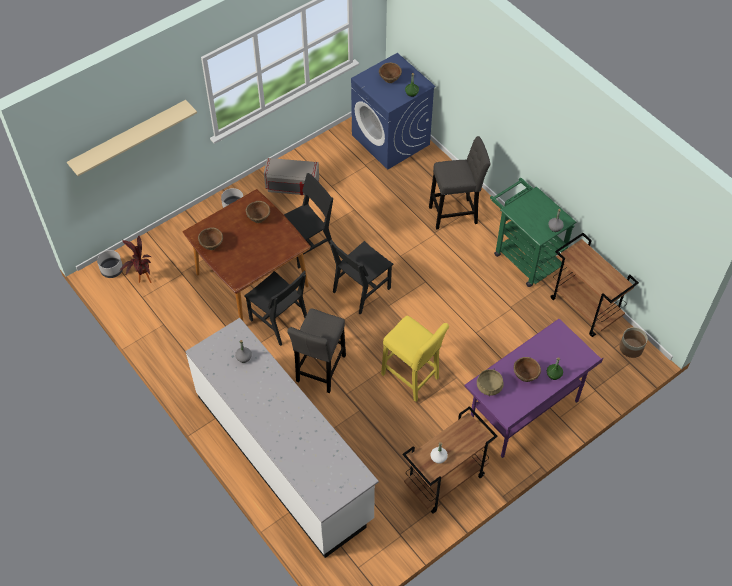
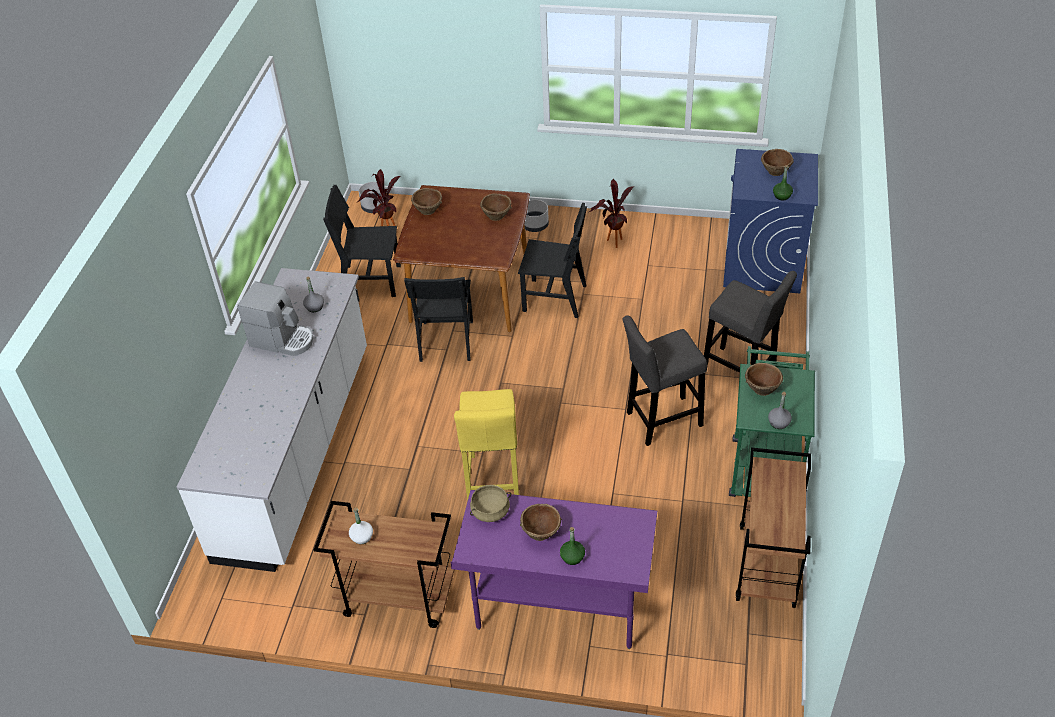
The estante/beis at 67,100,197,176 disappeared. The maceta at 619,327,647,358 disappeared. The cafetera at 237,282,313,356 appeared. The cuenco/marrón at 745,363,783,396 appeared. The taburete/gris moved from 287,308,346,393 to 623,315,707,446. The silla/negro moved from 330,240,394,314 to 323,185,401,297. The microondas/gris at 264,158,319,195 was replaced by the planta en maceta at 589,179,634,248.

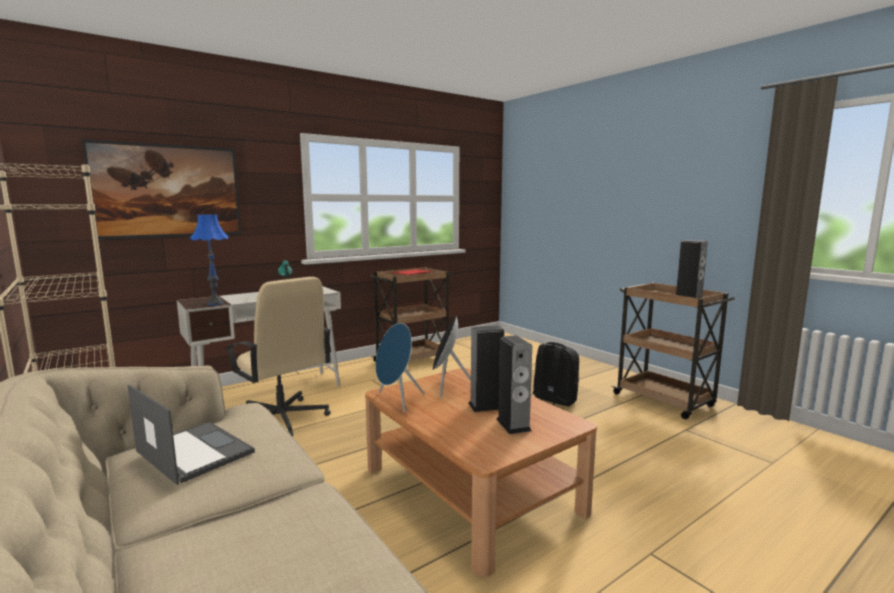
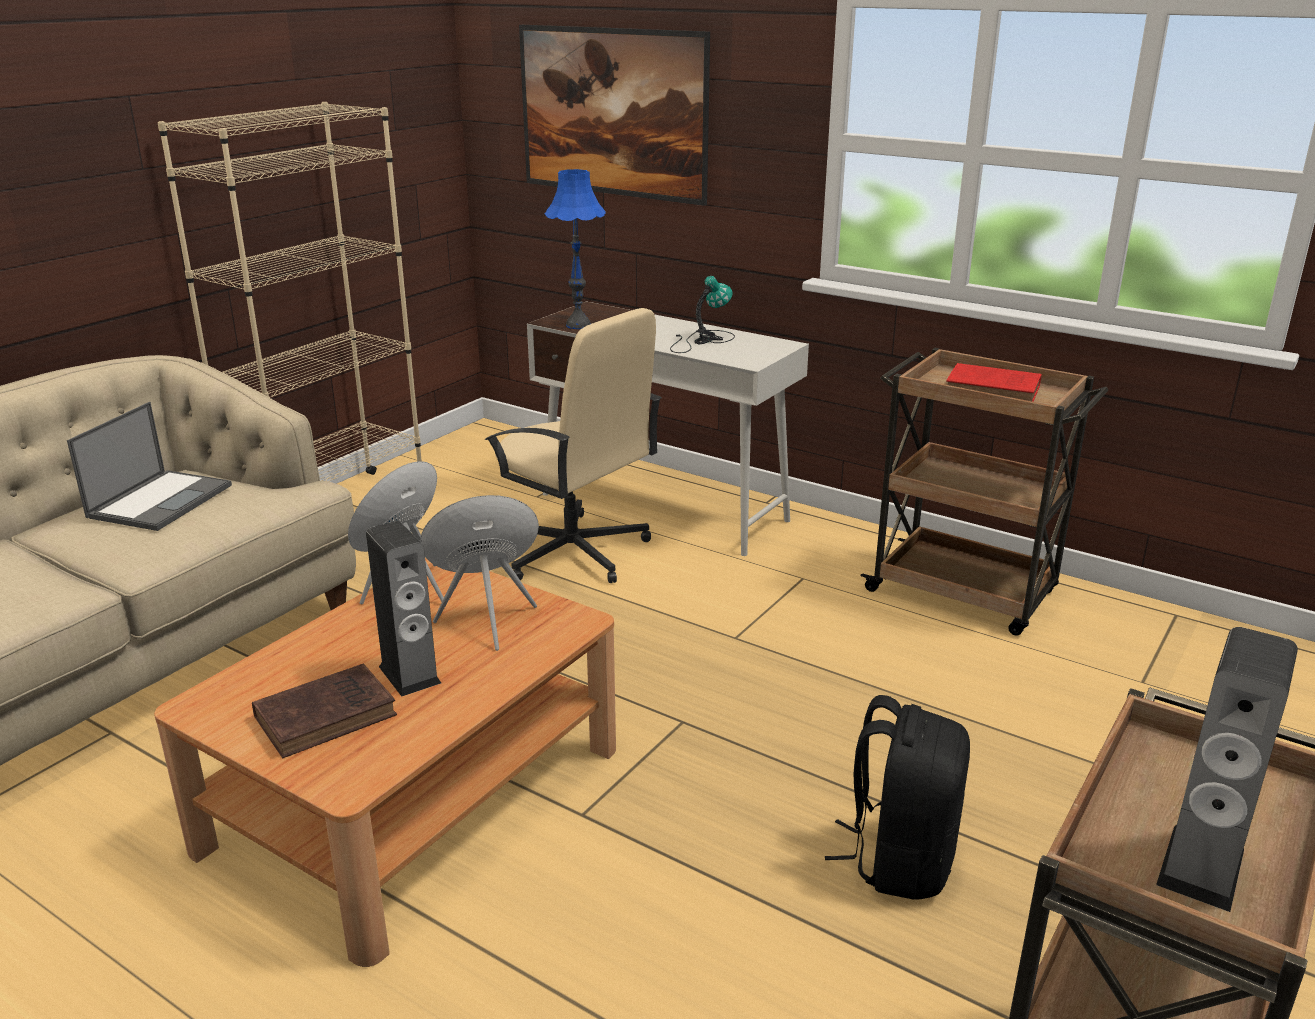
The altavoz at 496,335,532,434 was replaced by the libro/marrón at 252,663,397,758. The silla de oficina/beis at 225,277,331,436 turned 75 degrees counterclockwise.

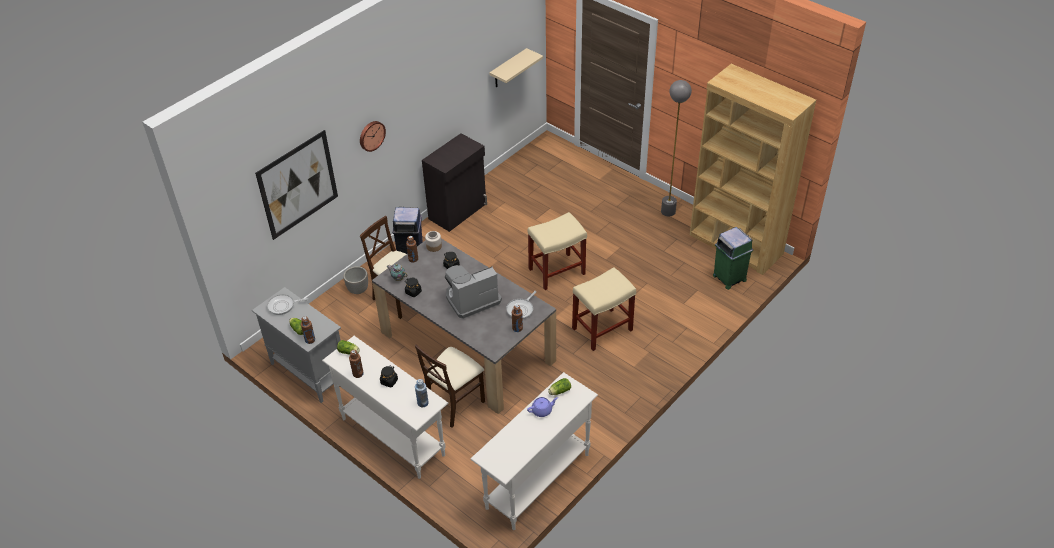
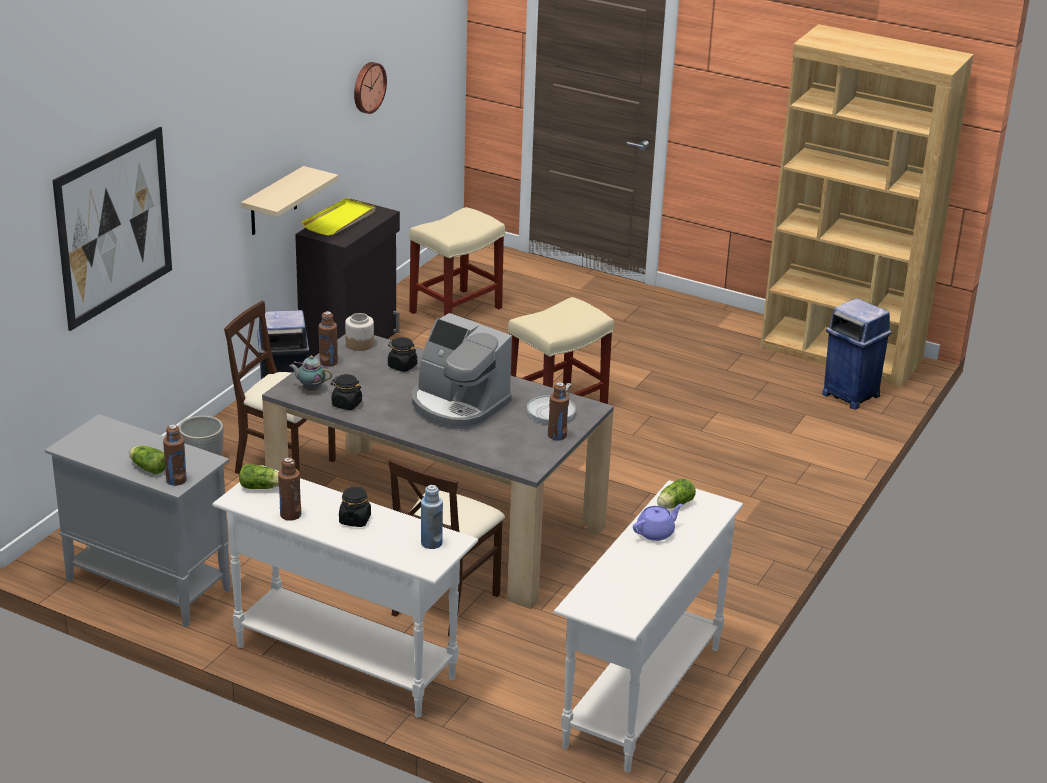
The sartén at 267,294,308,315 disappeared. The lámpara de pie/gris at 661,80,692,216 disappeared. The bandeja/amarillo at 301,198,376,236 appeared. The reloj de pared moved from 360,121,386,152 to 354,62,387,114. The estante/beis moved from 489,48,543,87 to 241,166,338,235. The taburete/beis moved from 572,267,636,351 to 409,207,505,316. The papelera/verde at 713,227,753,290 became the papelera/azul at 822,298,892,410. The cafetera at 445,265,502,319 turned 105 degrees counterclockwise.

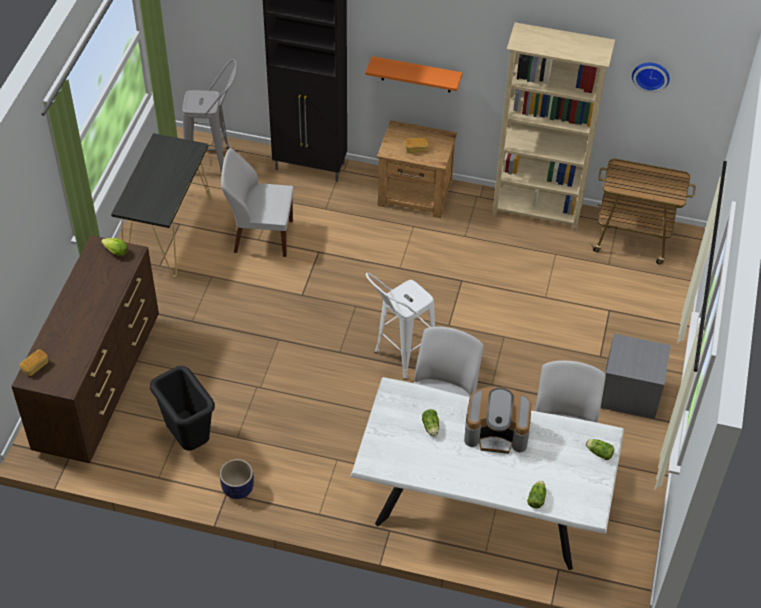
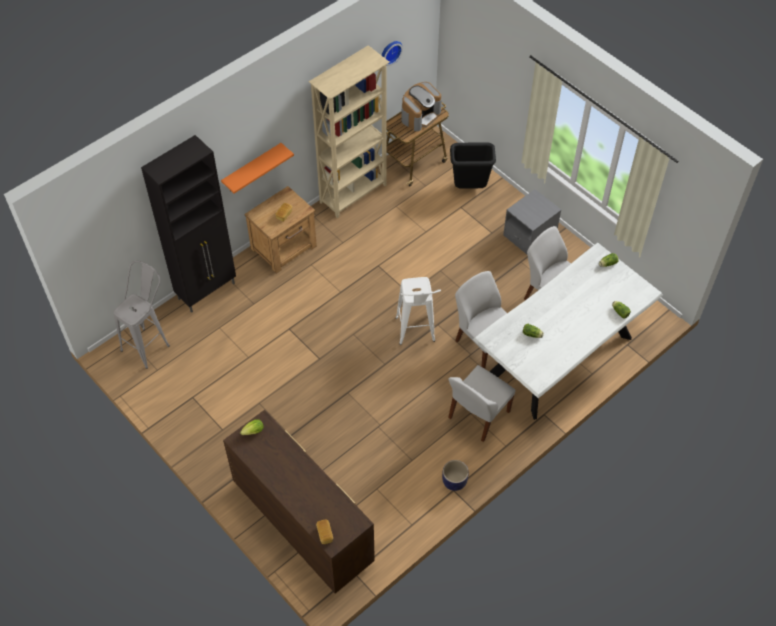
The mesa consola/negro at 111,133,212,277 disappeared. The papelera/negro moved from 150,366,215,451 to 450,142,496,189. The silla/blanco moved from 221,148,293,257 to 448,365,515,442. The cafetera moved from 464,387,532,454 to 401,82,442,131.

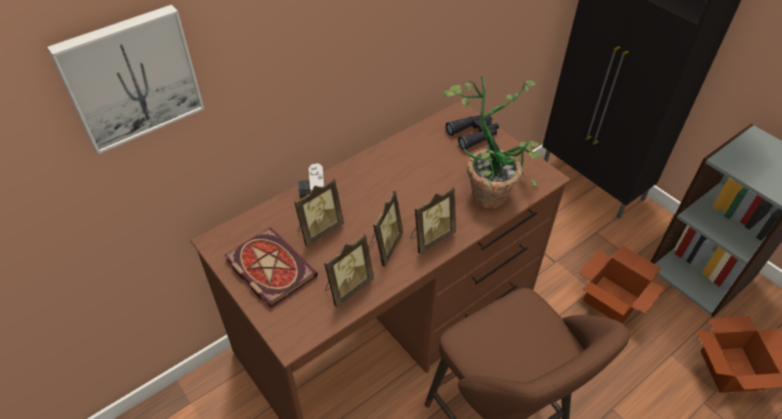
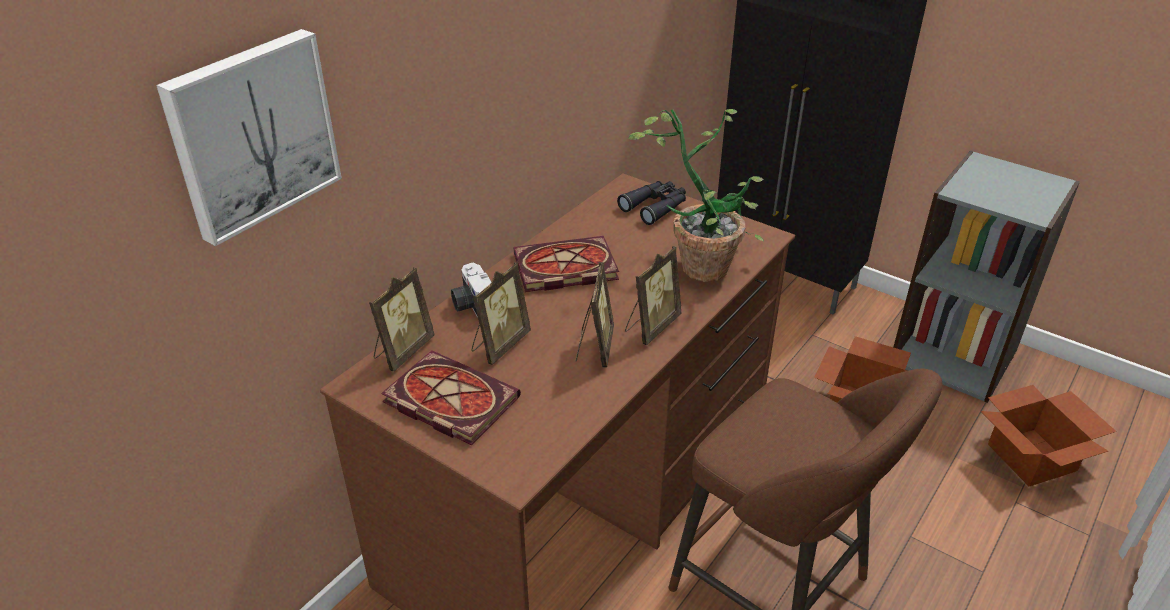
The libro at 514,236,619,292 appeared. The portarretratos moved from 324,234,374,307 to 369,268,434,372.

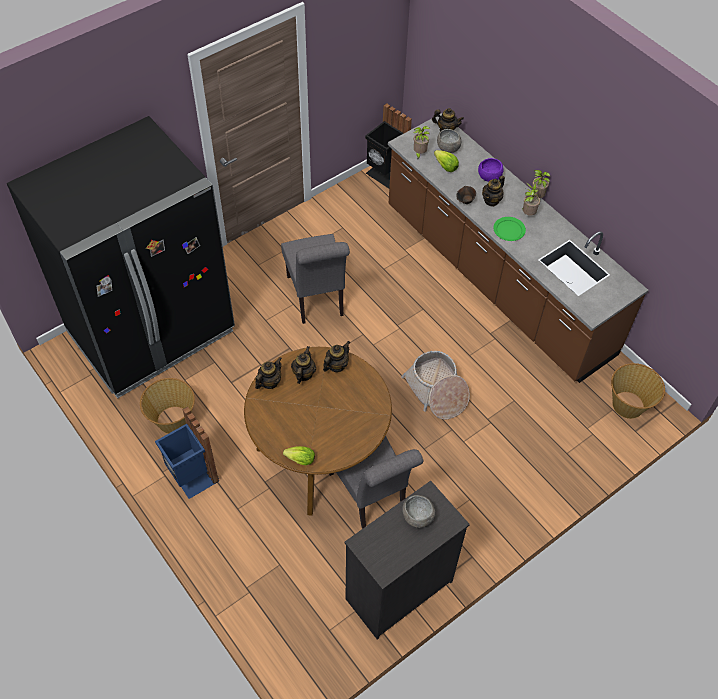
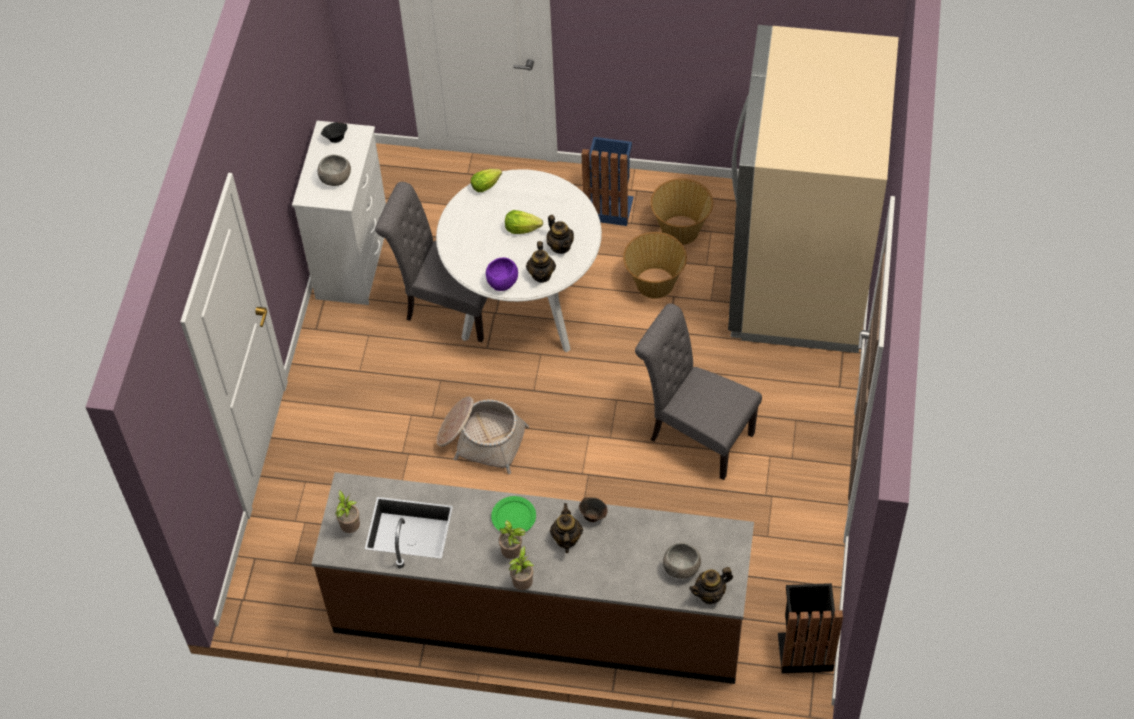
The tetera at 255,357,282,389 disappeared. The cuenco/negro at 321,122,347,143 appeared. The planta en maceta moved from 413,126,430,160 to 335,490,360,533. The lechuga moved from 434,150,459,172 to 505,210,543,234. The cuenco/morado moved from 478,158,504,182 to 486,258,518,291. The cesta moved from 611,363,665,419 to 623,232,687,299. The nevera/negro at 7,116,235,399 became the nevera/beis at 728,25,899,353. The mesa de comedor/marrón at 244,347,392,516 became the mesa de comedor/blanco at 436,169,602,352. The cómoda/negro at 344,481,470,640 became the cómoda/blanco at 292,121,386,305.

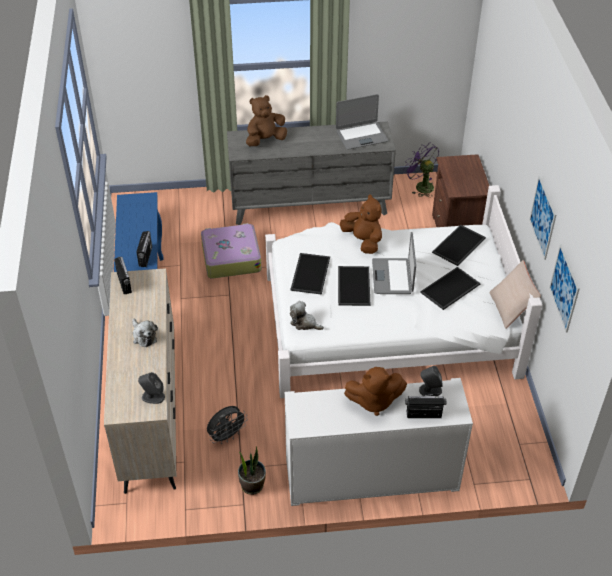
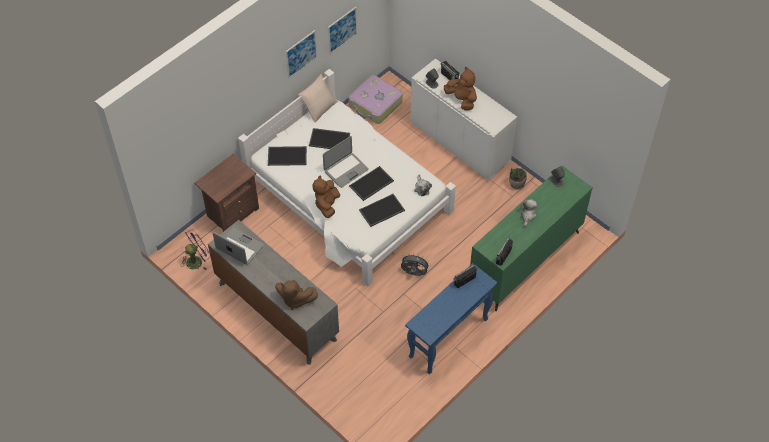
The maleta moved from 201,223,262,278 to 349,75,403,124. The ventilador/gris moved from 207,406,248,443 to 401,253,431,276. The cómoda/beis at 104,268,176,494 became the cómoda/verde at 470,166,593,311. The ventilador/morado at 403,143,439,197 turned 135 degrees counterclockwise.

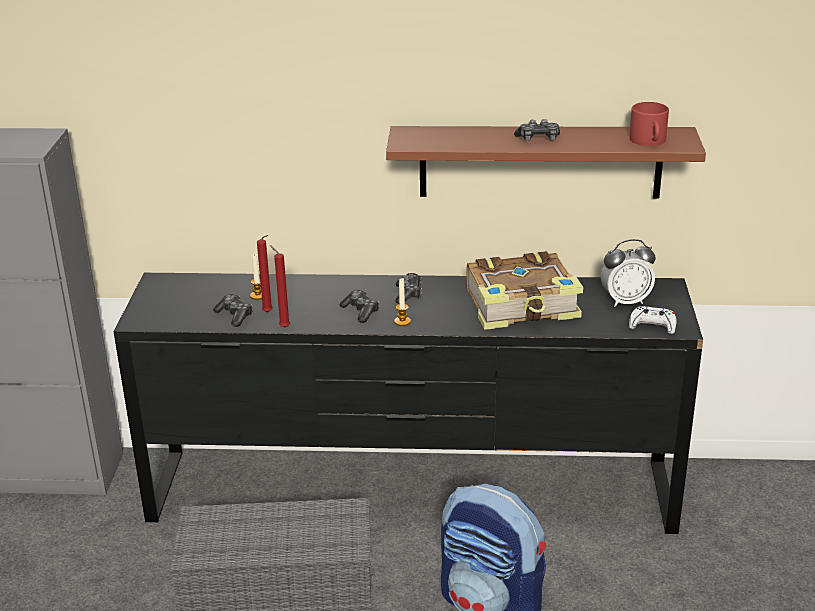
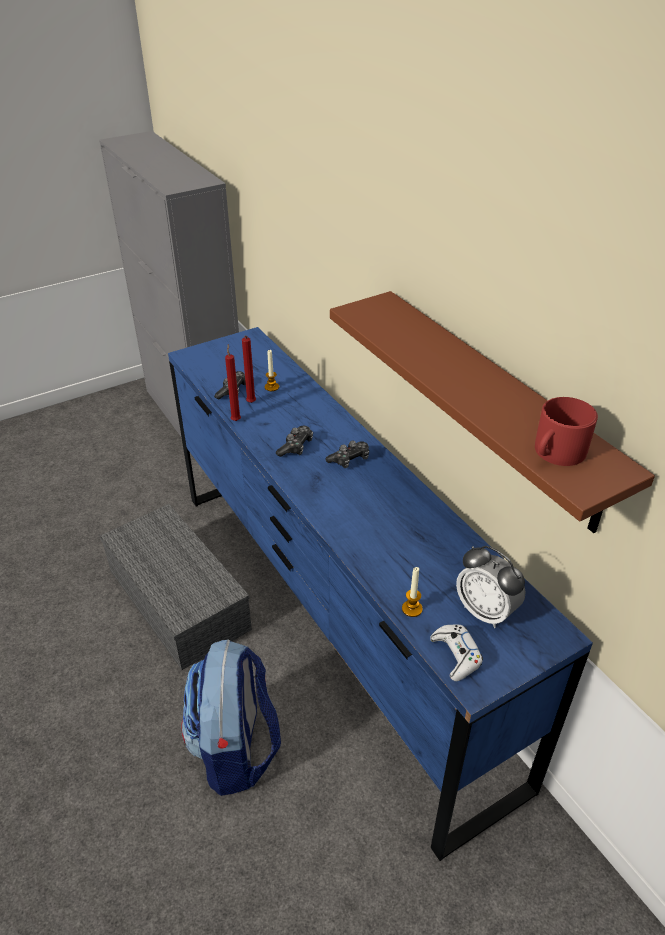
The libro at 466,251,583,330 disappeared. The mando de consola at 514,119,560,141 disappeared. The vela moved from 394,278,411,326 to 402,567,423,617. The cómoda/negro at 113,273,703,534 became the cómoda/azul at 168,327,593,861.

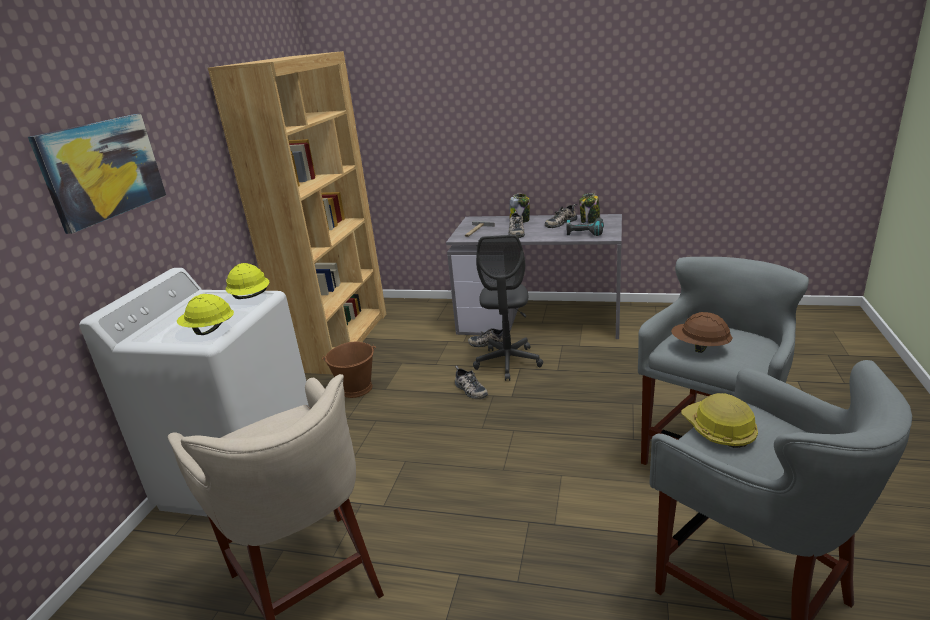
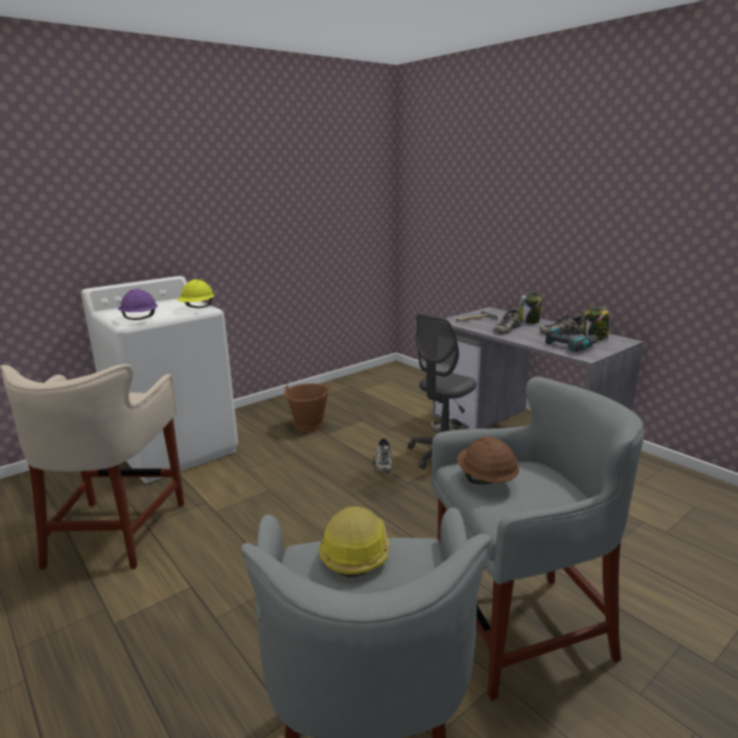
The cuadro at 28,114,166,234 disappeared. The estantería/marrón at 208,51,386,375 disappeared. The casco/amarillo at 177,294,234,335 became the casco/morado at 118,289,158,320.

